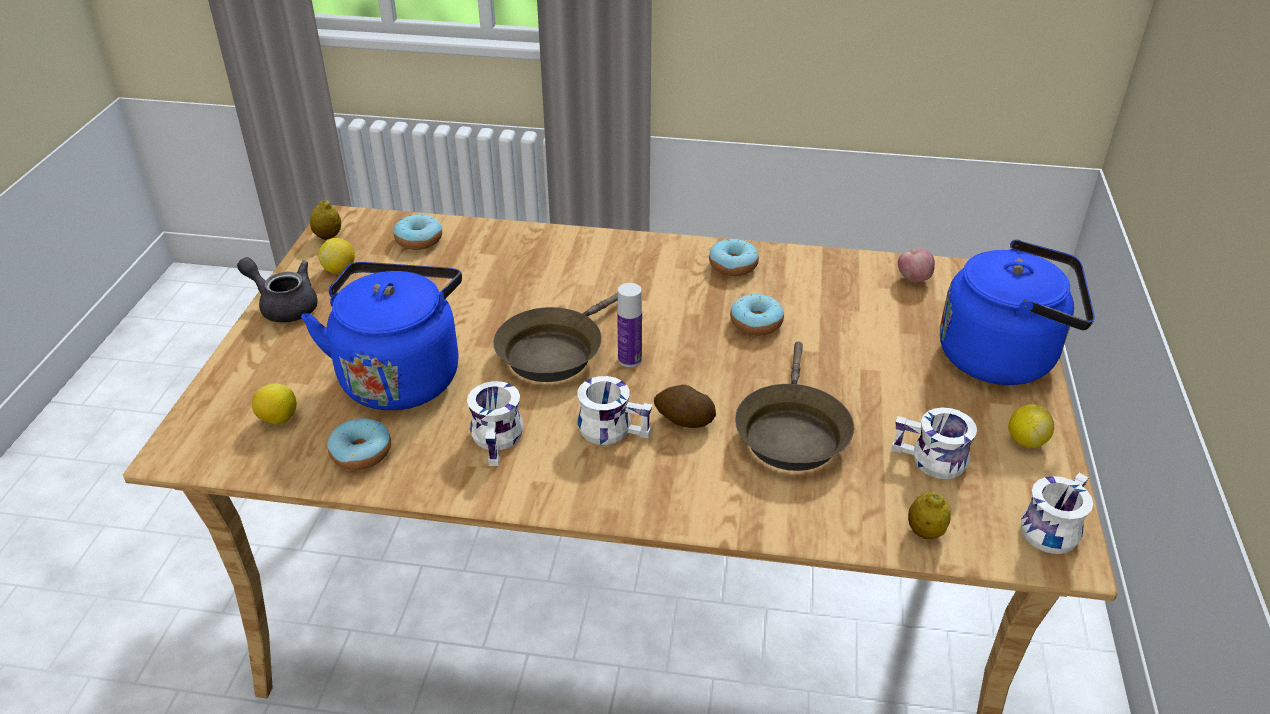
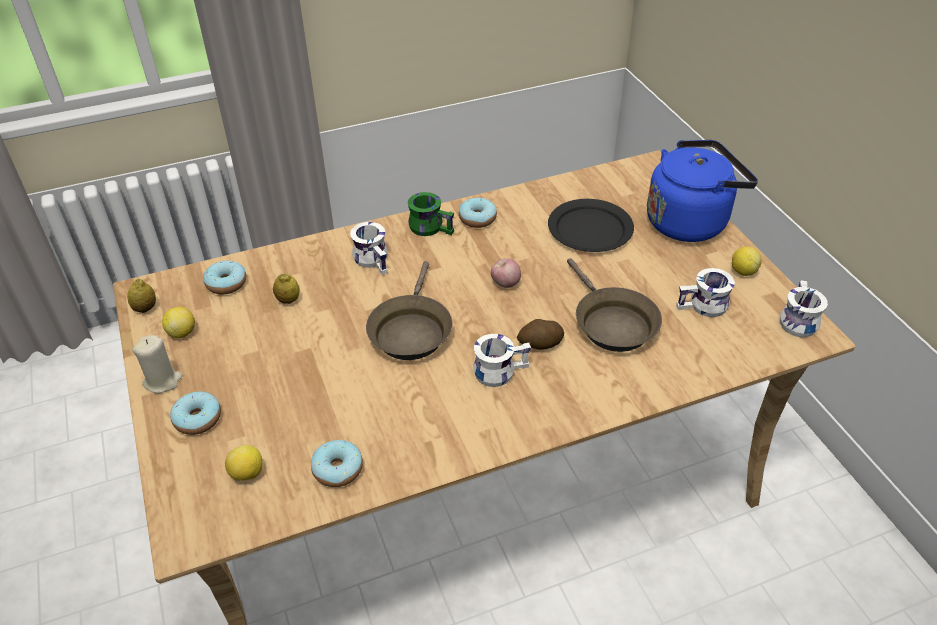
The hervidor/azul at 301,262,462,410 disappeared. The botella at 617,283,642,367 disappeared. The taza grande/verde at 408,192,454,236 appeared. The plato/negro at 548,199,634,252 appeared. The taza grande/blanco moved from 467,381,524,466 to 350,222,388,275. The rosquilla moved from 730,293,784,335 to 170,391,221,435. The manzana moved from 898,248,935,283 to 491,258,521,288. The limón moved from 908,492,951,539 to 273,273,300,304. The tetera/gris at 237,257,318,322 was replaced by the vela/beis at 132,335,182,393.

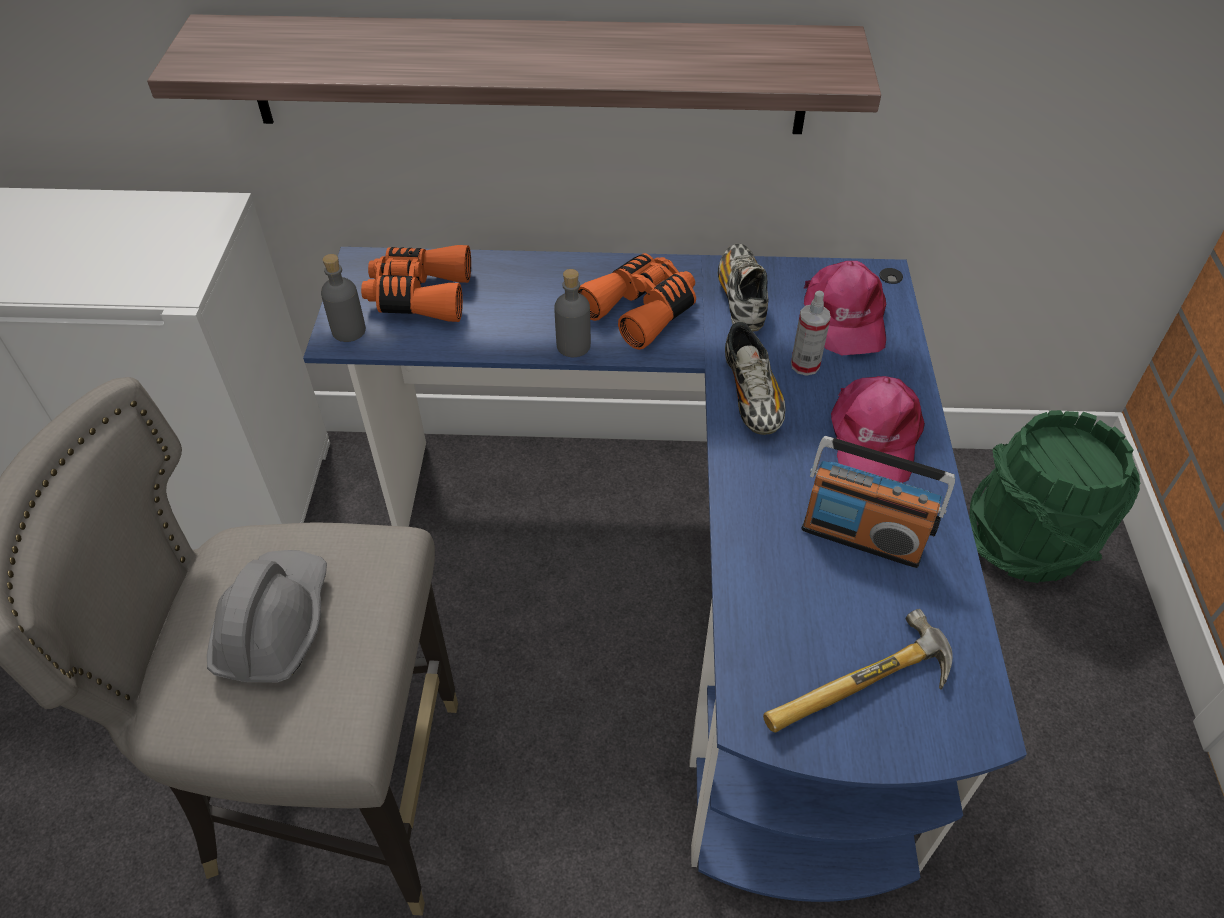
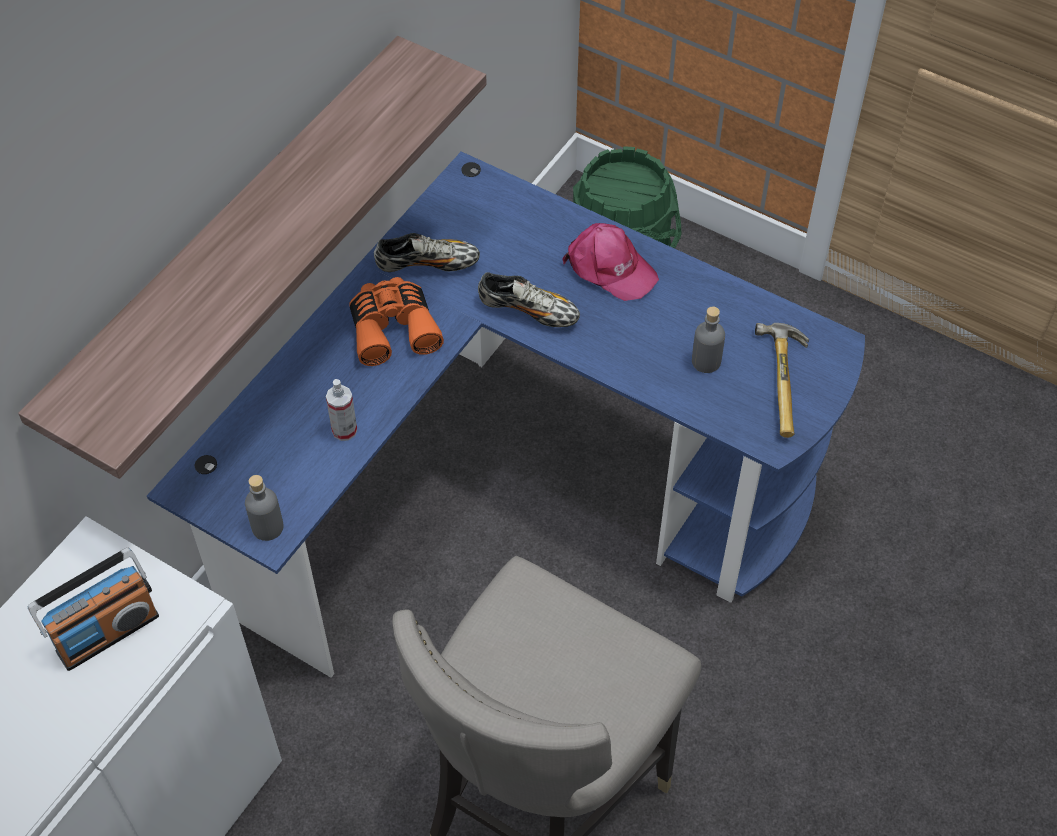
The casco/gris at 207,550,327,682 disappeared. The prismáticos/naranja at 361,245,471,322 disappeared. The gorra/rosa at 803,261,886,355 disappeared. The botella/gris moved from 554,269,591,357 to 692,307,725,373. The pulverizador moved from 791,290,831,376 to 326,379,357,441. The radio moved from 801,436,955,568 to 28,547,159,671. The zapato at 718,244,768,332 turned 150 degrees clockwise.

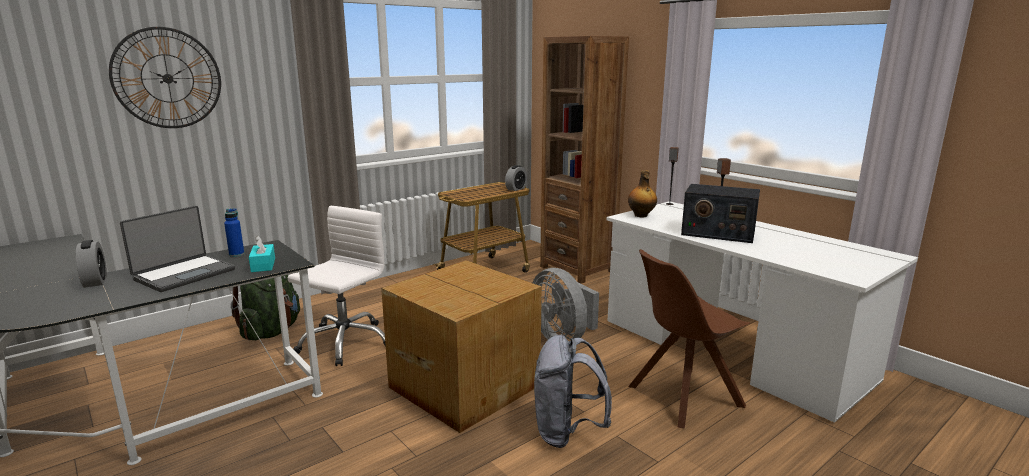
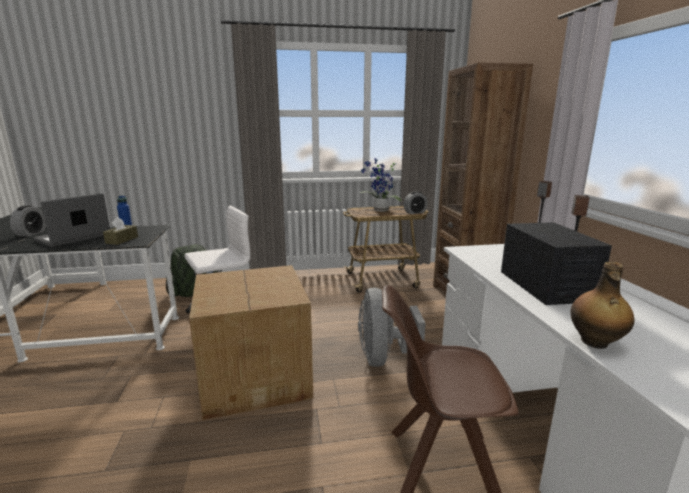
The reloj de pared at 109,27,221,128 disappeared. The mochila/gris at 534,335,612,448 disappeared. The planta en maceta at 359,158,402,211 appeared. The botella moved from 628,170,657,217 to 571,262,634,349. The caja de pañuelos/turquesa at 249,235,275,272 became the caja de pañuelos/marrón at 103,217,138,245. The portátil at 120,206,235,292 turned 150 degrees clockwise. The radio at 681,184,760,243 turned 150 degrees counterclockwise.

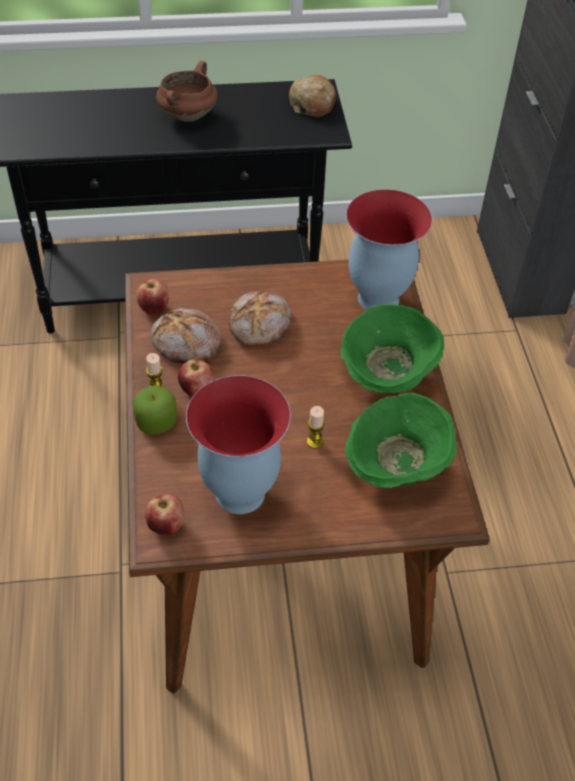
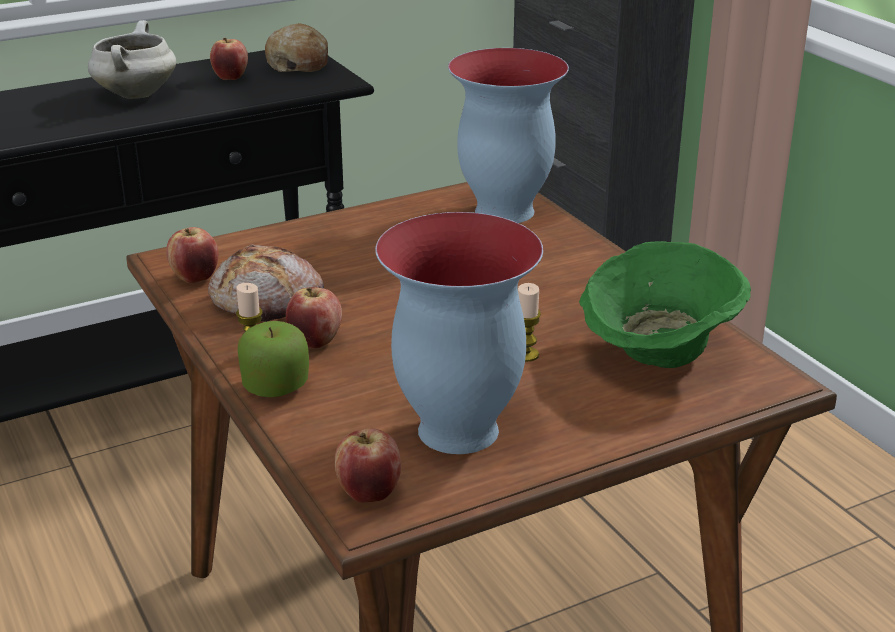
The pan at 228,291,292,345 disappeared. The cuenco/verde at 340,304,444,393 disappeared. The manzana at 210,38,248,80 appeared. The olla/marrón at 156,61,218,122 became the olla/blanco at 88,20,176,99.

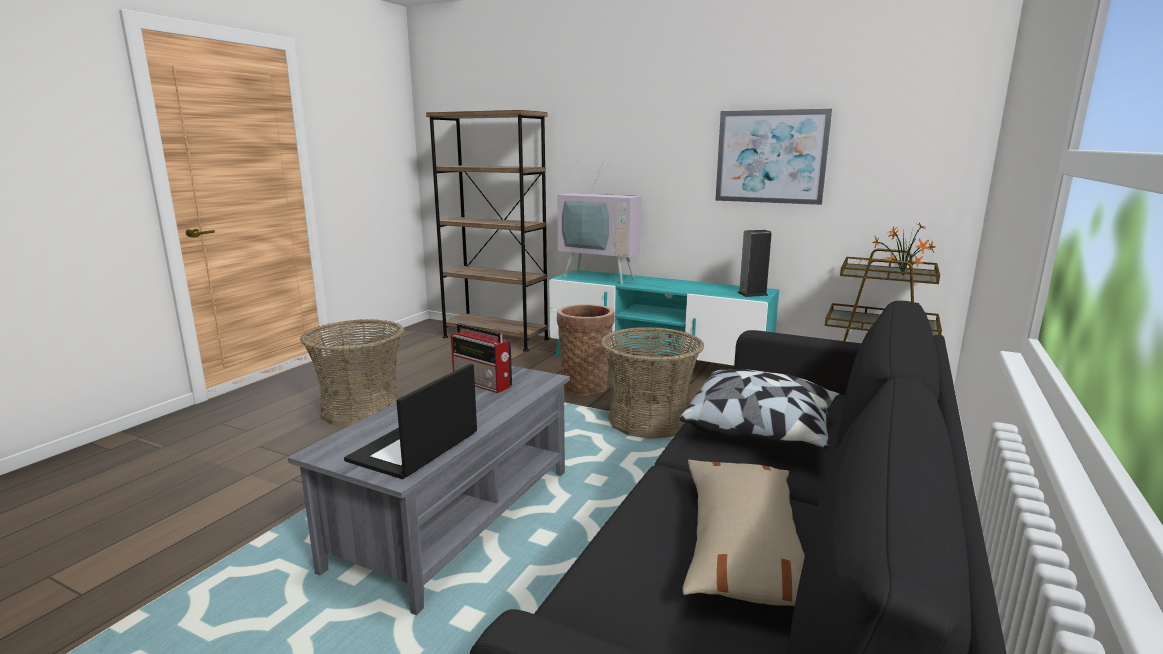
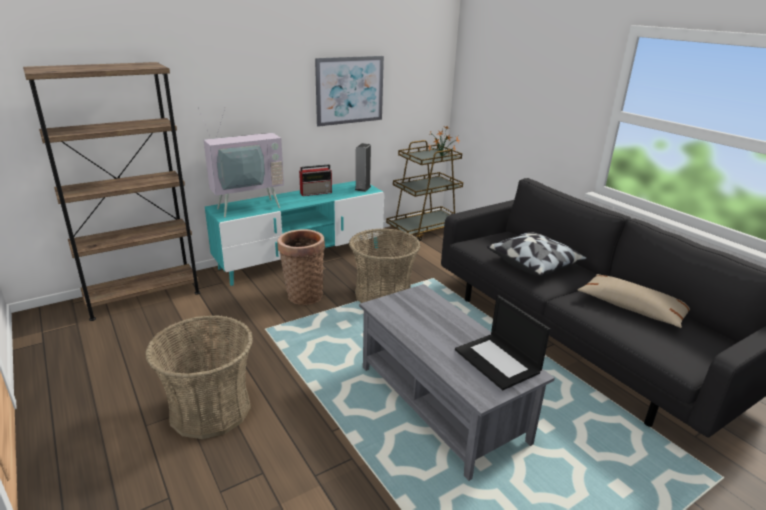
The radio moved from 451,323,512,393 to 299,165,332,196.

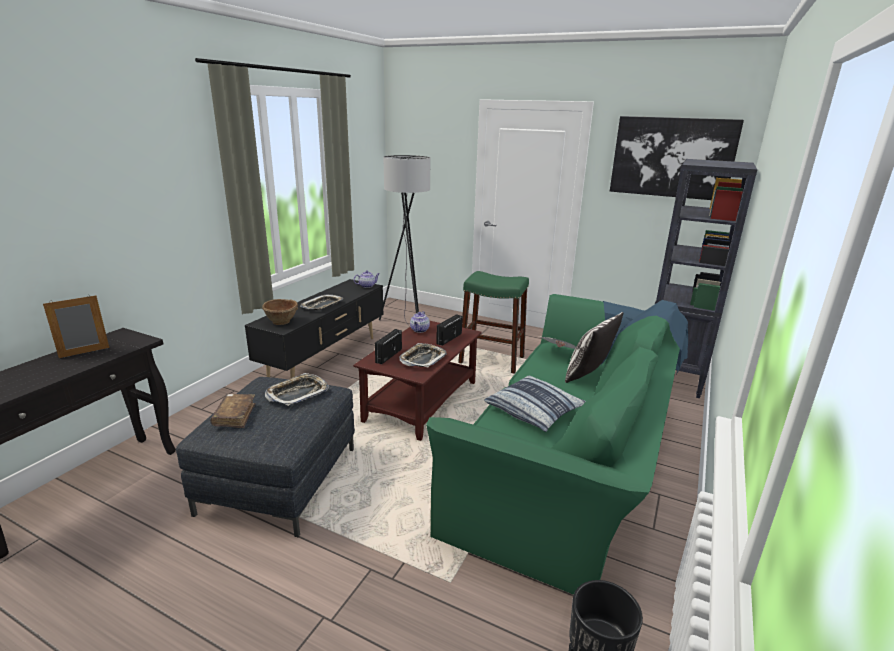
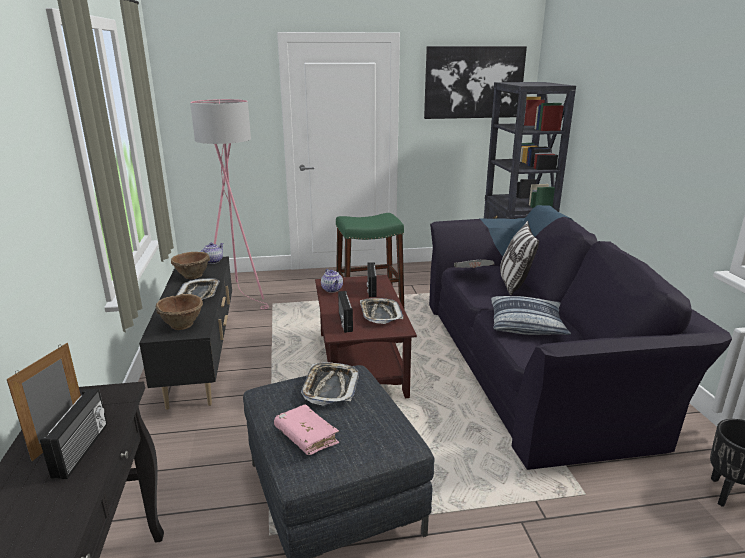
The radio at 40,389,107,479 appeared. The cuenco/marrón at 171,252,210,279 appeared. The libro/marrón at 210,394,255,428 became the libro/rosa at 274,404,339,455. The lámpara de pie/gris at 379,155,431,327 became the lámpara de pie/rosa at 190,99,269,309. The sofá/verde at 426,294,688,595 became the sofá/negro at 429,205,732,470.

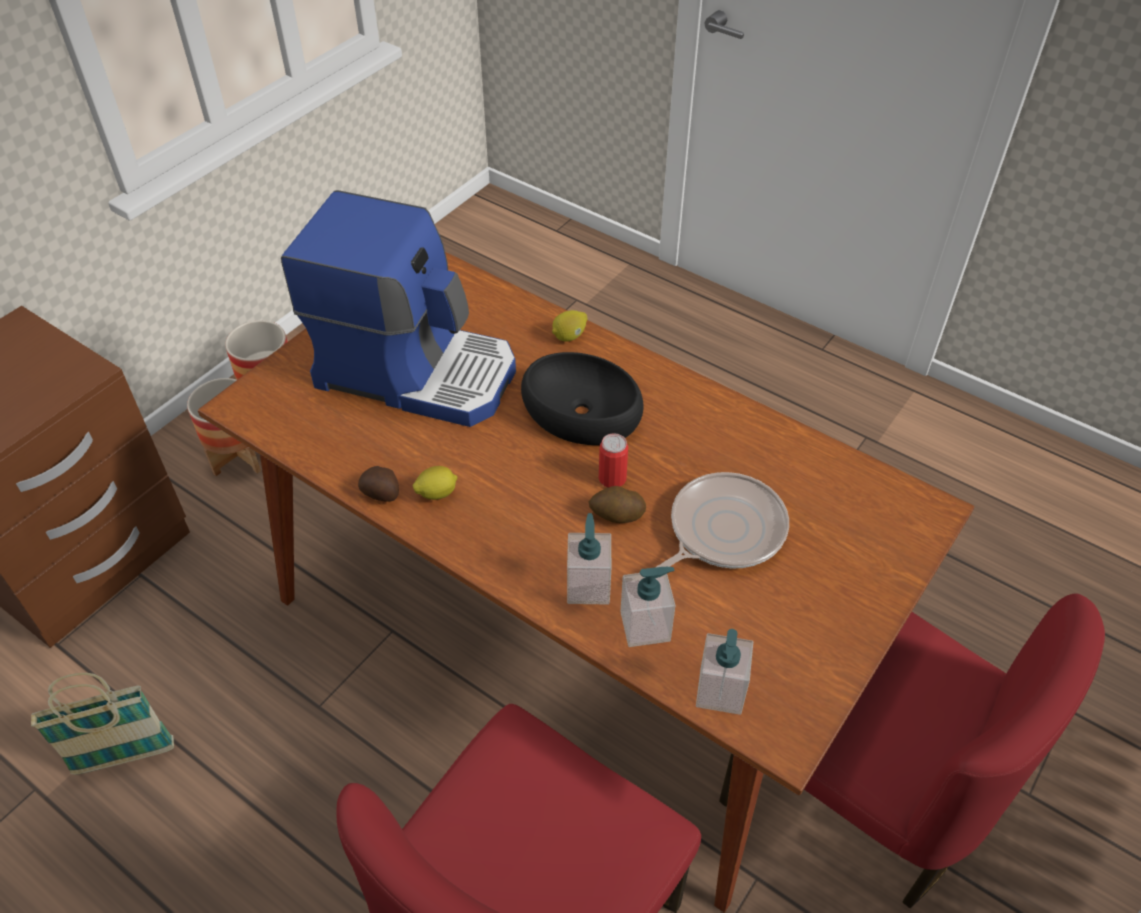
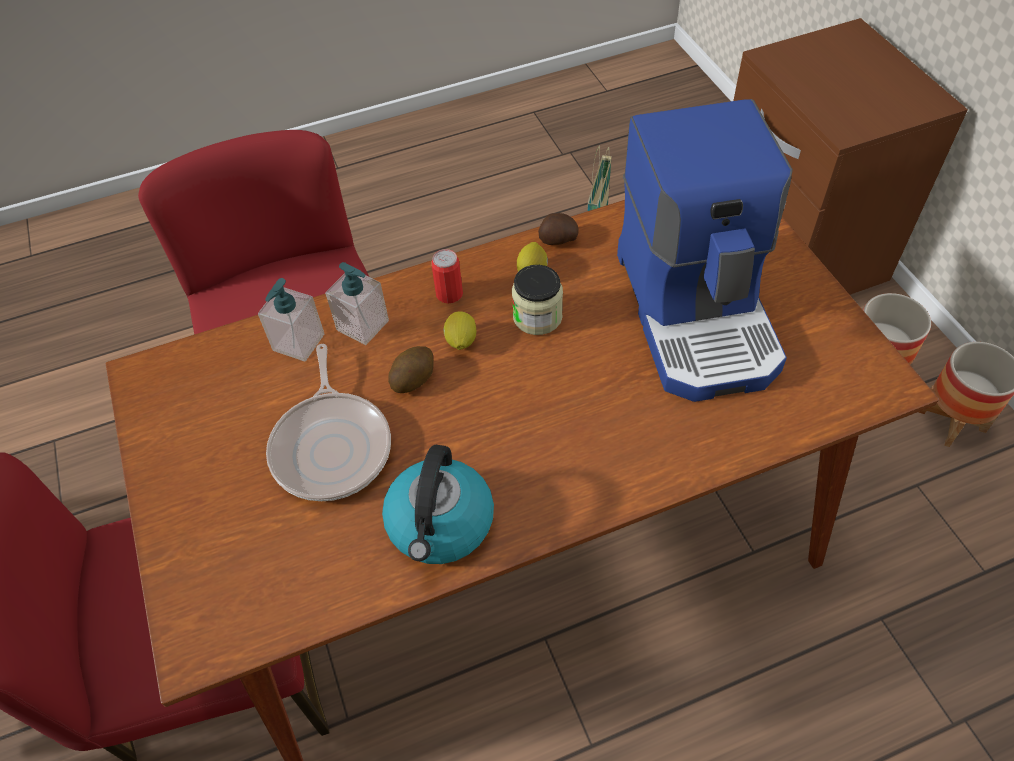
The cuenco/negro at 521,352,643,445 disappeared. The dispensador de jabón at 696,629,753,715 disappeared. The hervidor at 382,445,494,564 appeared. The tarro at 512,265,563,335 appeared. The limón moved from 552,310,587,341 to 443,311,476,350. The lata moved from 599,433,628,488 to 431,249,463,303. The cafetera at 281,190,516,427 turned 60 degrees counterclockwise.

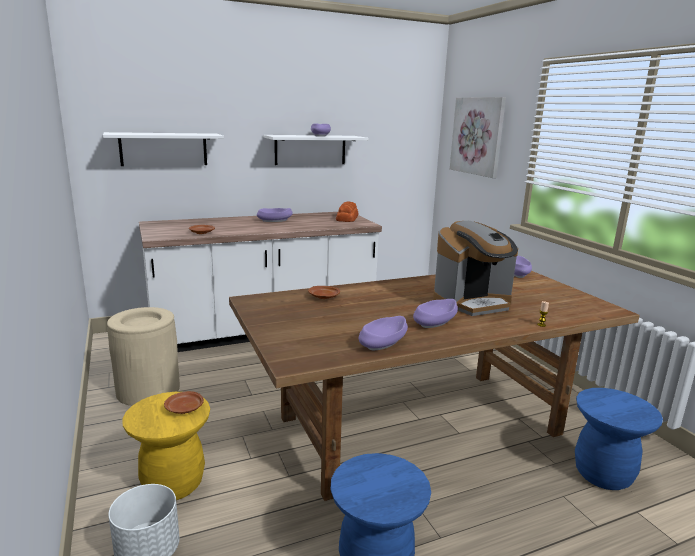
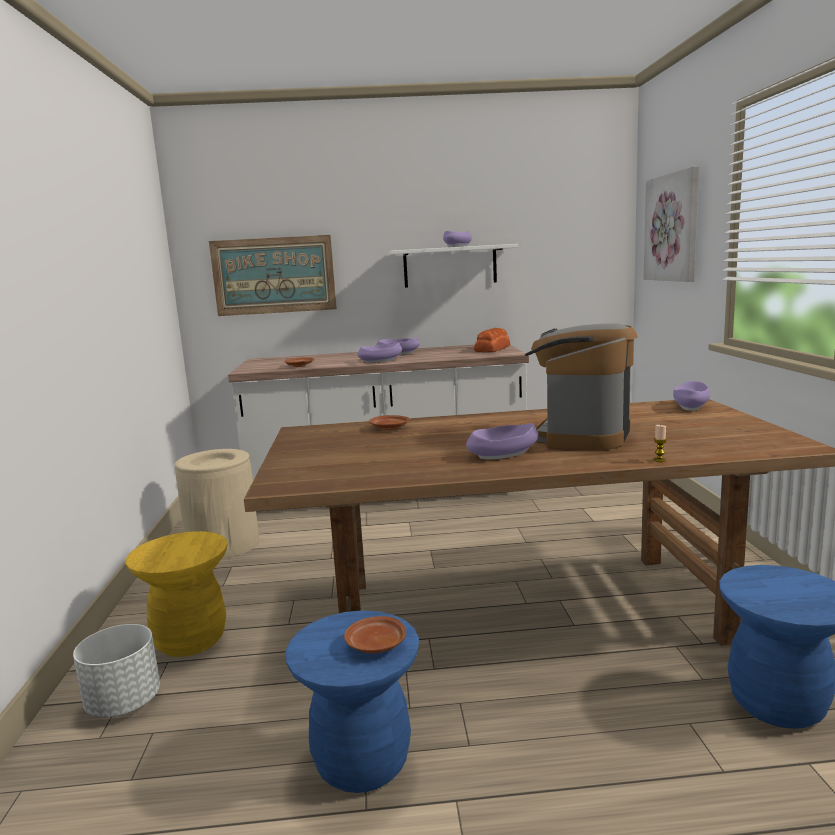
The plato/marrón moved from 164,391,204,414 to 344,616,406,653. The cuenco/morado moved from 359,316,408,350 to 358,342,402,363. The estante/blanco at 103,132,224,166 was replaced by the cuadro at 209,235,337,316. The cafetera at 433,221,518,316 turned 120 degrees clockwise.

